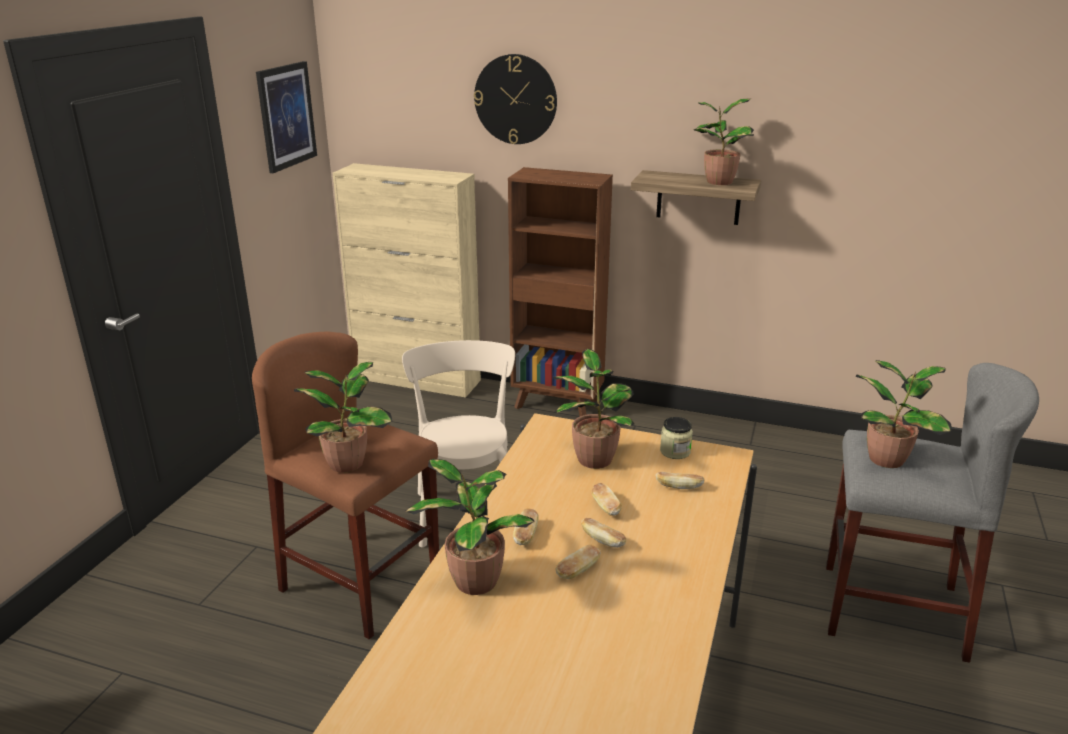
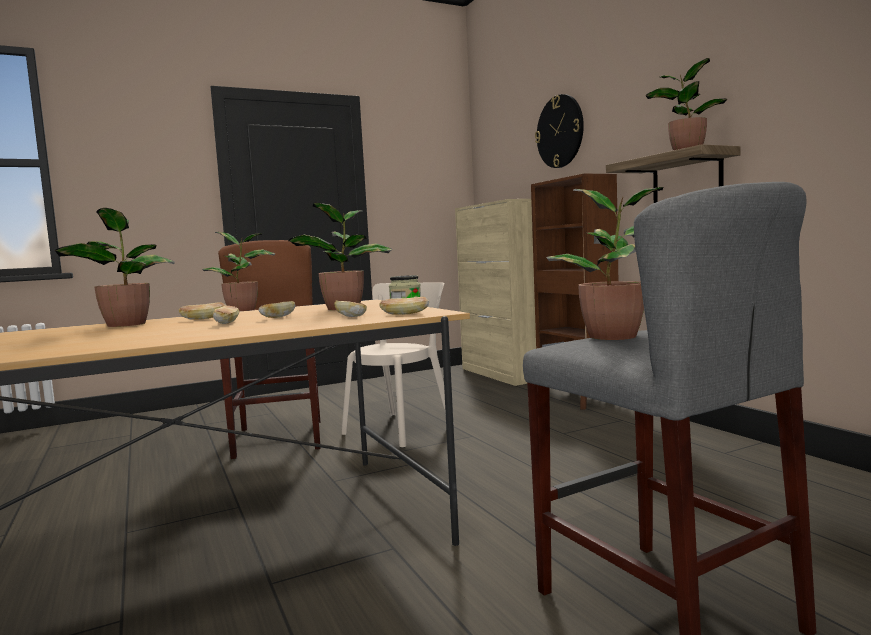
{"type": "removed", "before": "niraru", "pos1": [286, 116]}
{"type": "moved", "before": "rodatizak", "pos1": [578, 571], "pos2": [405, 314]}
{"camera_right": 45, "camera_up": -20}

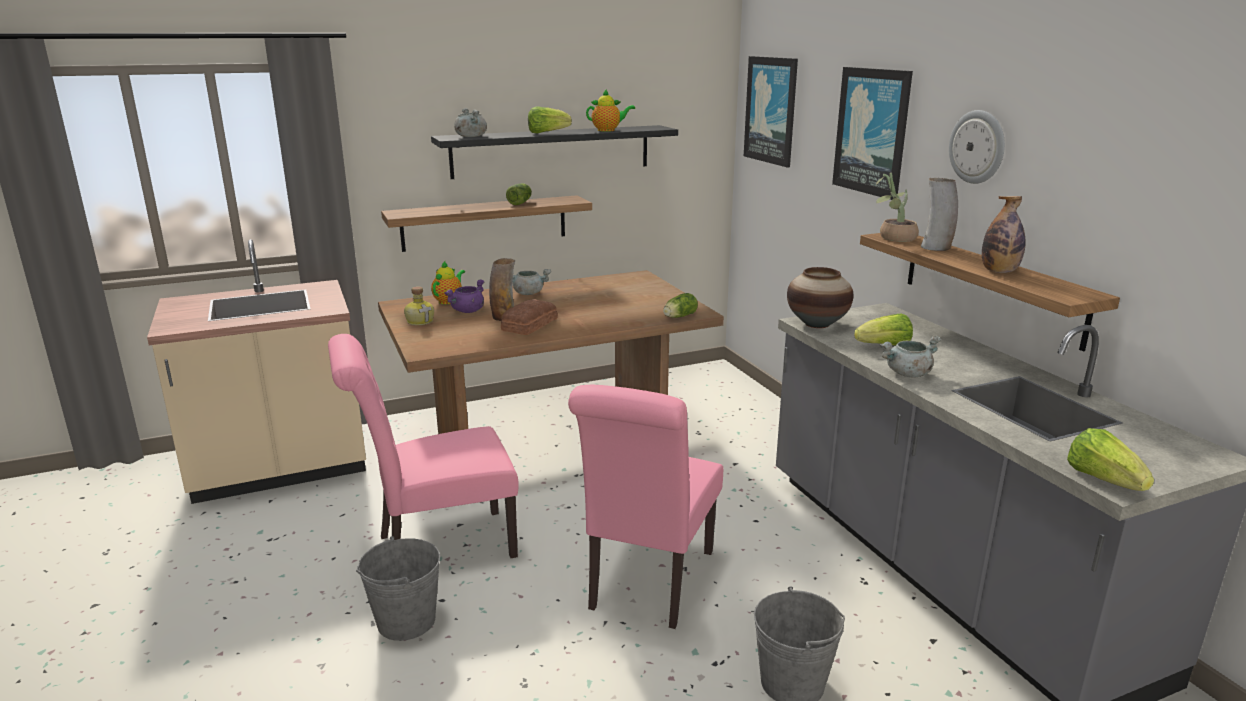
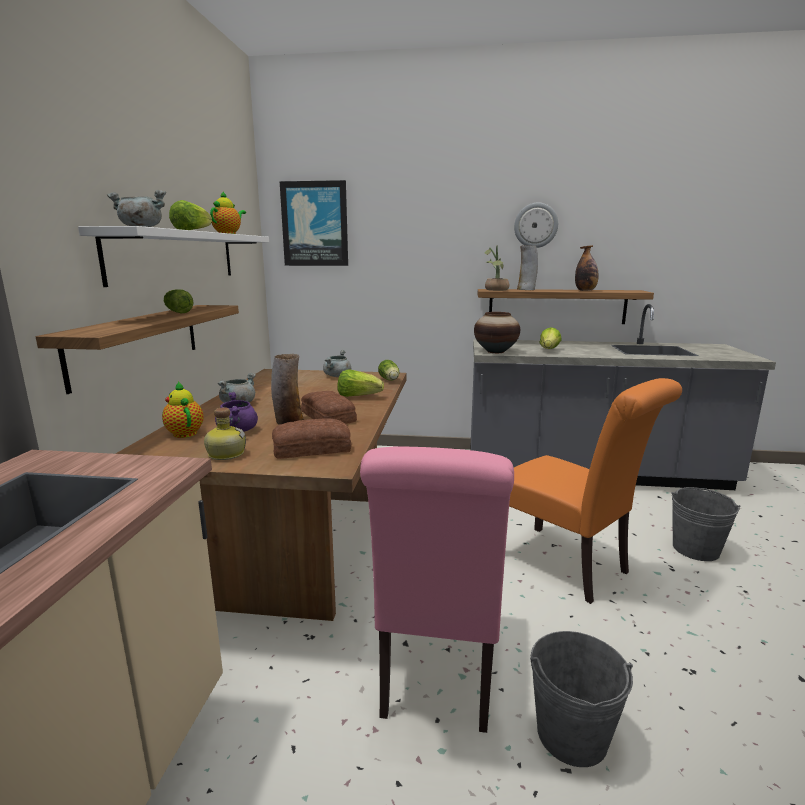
{"type": "removed", "before": "niraru", "pos1": [872, 131]}
{"type": "added", "after": "rodatizak", "pos2": [311, 448]}
{"type": "moved", "before": "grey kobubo", "pos1": [907, 374], "pos2": [337, 376]}
{"type": "moved", "before": "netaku", "pos1": [1103, 480], "pos2": [358, 396]}
{"type": "recoloured", "before": "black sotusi", "after": "white sotusi", "pos1": [552, 151], "pos2": [177, 256]}
{"type": "recoloured", "before": "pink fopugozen", "after": "orange fopugozen", "pos1": [648, 584], "pos2": [567, 566]}
{"camera_right": -60, "camera_up": -5}

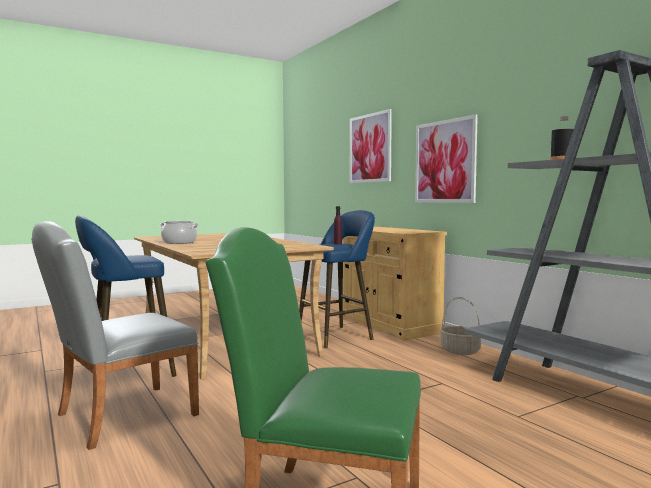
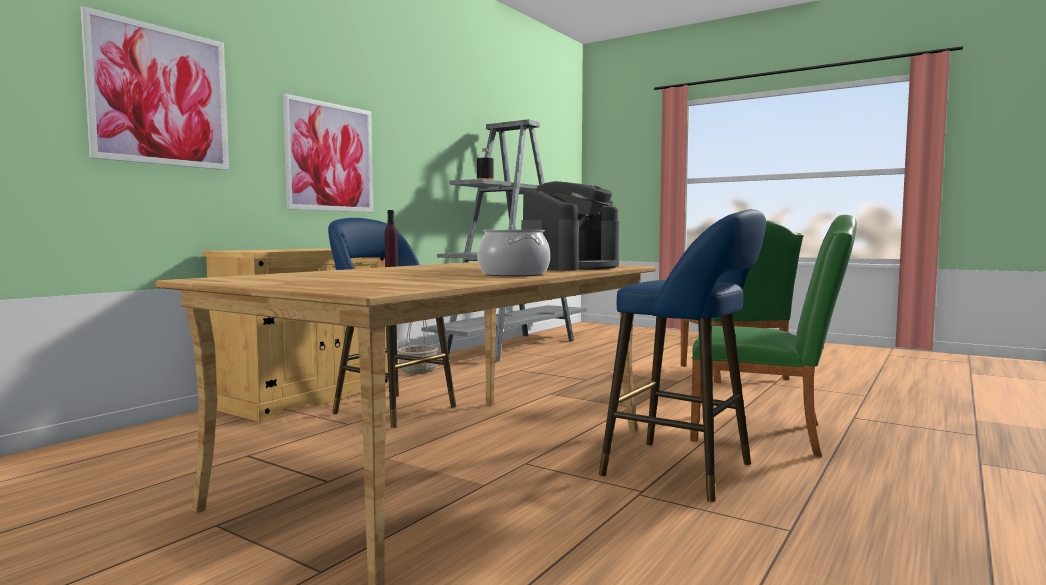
{"type": "added", "after": "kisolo", "pos2": [570, 267]}
{"type": "recoloured", "before": "grey fopugozen", "after": "green fopugozen", "pos1": [118, 417], "pos2": [768, 433]}
{"camera_right": -115, "camera_up": 0}

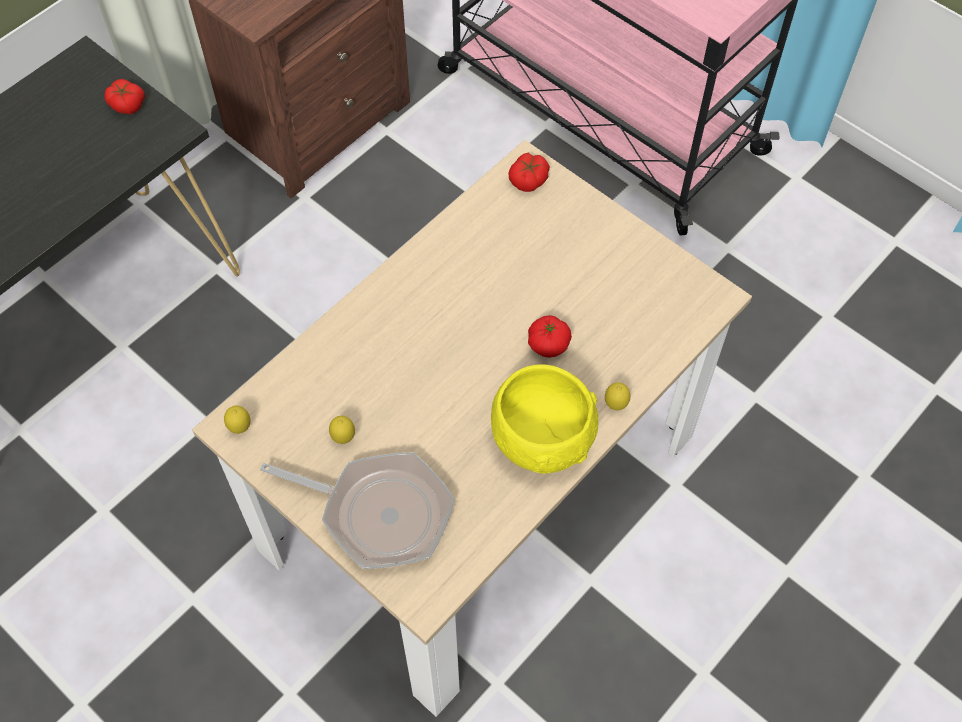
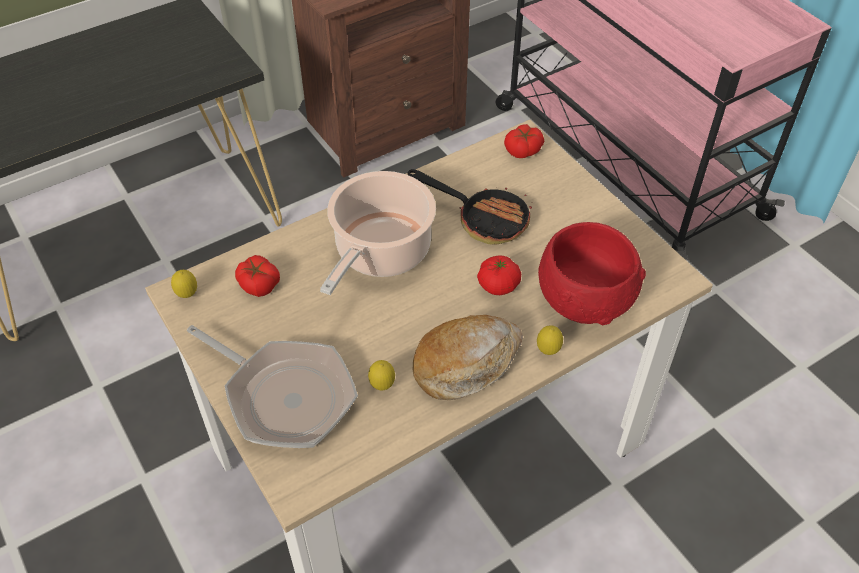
{"type": "added", "after": "kobubo", "pos2": [380, 253]}
{"type": "added", "after": "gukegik", "pos2": [483, 218]}
{"type": "added", "after": "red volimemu", "pos2": [585, 298]}
{"type": "moved", "before": "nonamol", "pos1": [127, 104], "pos2": [258, 284]}
{"type": "moved", "before": "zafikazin", "pos1": [343, 438], "pos2": [382, 386]}
{"type": "replaced", "before": "yellow volimemu", "after": "rodatizak", "pos1": [542, 436], "pos2": [466, 364]}
{"camera_right": 15, "camera_up": -10}

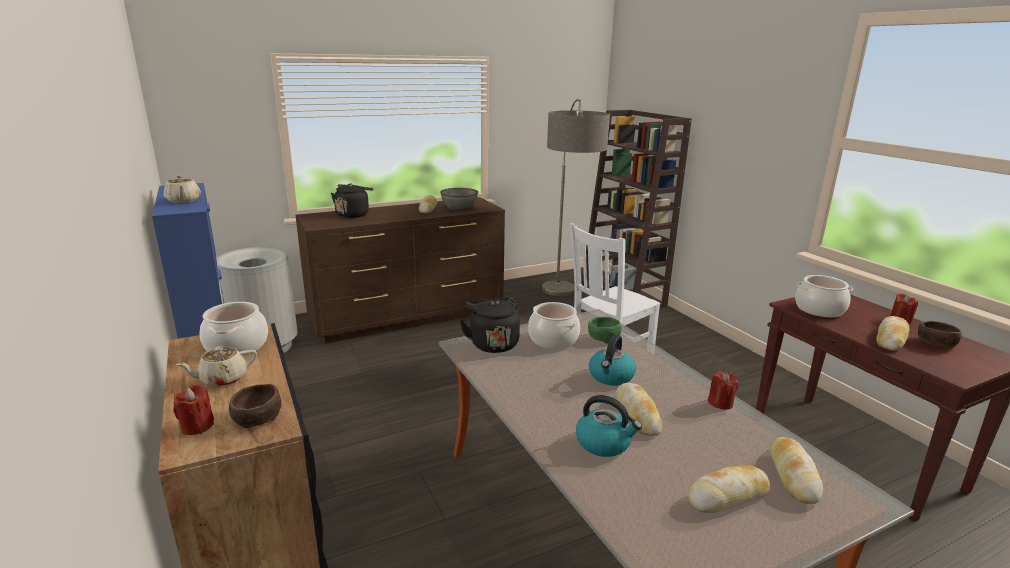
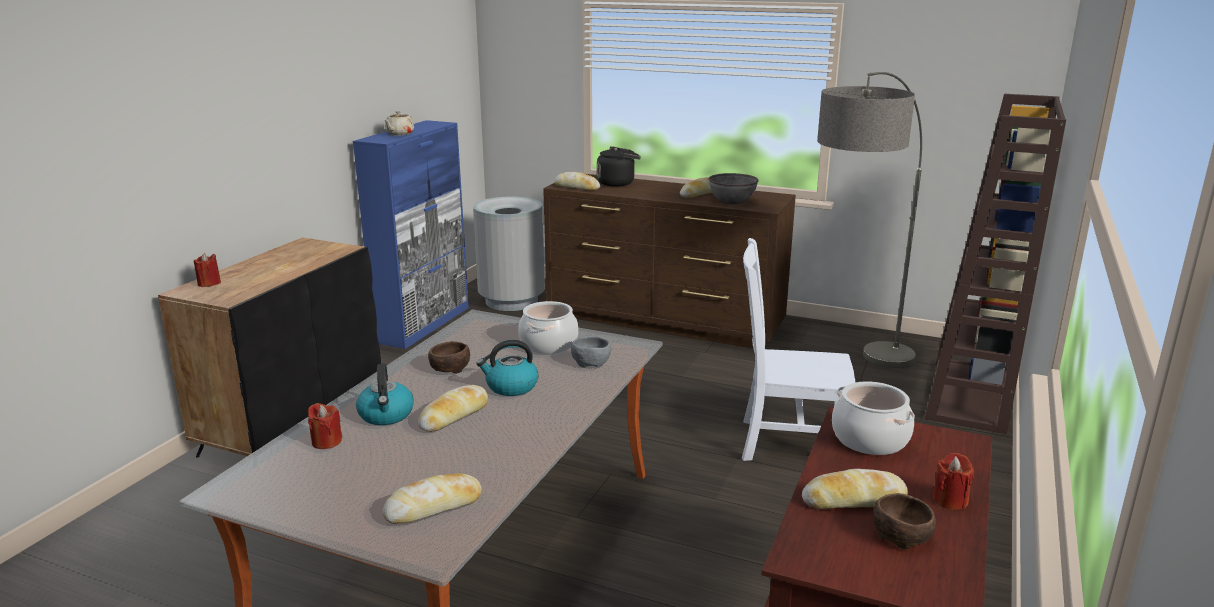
{"type": "removed", "before": "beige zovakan", "pos1": [222, 379]}
{"type": "removed", "before": "kobubo", "pos1": [237, 346]}
{"type": "removed", "before": "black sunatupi", "pos1": [492, 343]}
{"type": "moved", "before": "brown volimemu", "pos1": [256, 419], "pos2": [449, 368]}
{"type": "moved", "before": "rodatizak", "pos1": [728, 496], "pos2": [577, 187]}
{"type": "moved", "before": "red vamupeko", "pos1": [720, 403], "pos2": [326, 442]}
{"type": "recoloured", "before": "green volimemu", "after": "grey volimemu", "pos1": [603, 338], "pos2": [590, 361]}
{"camera_right": 50, "camera_up": 0}

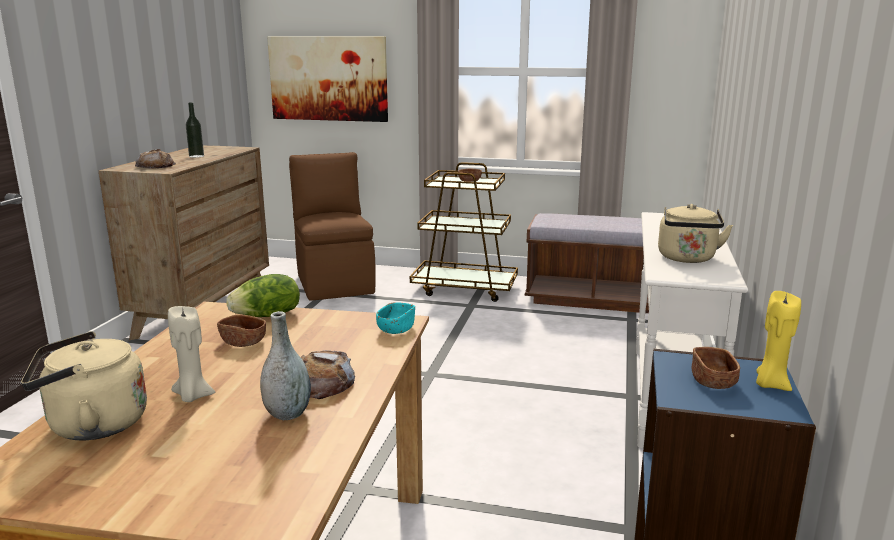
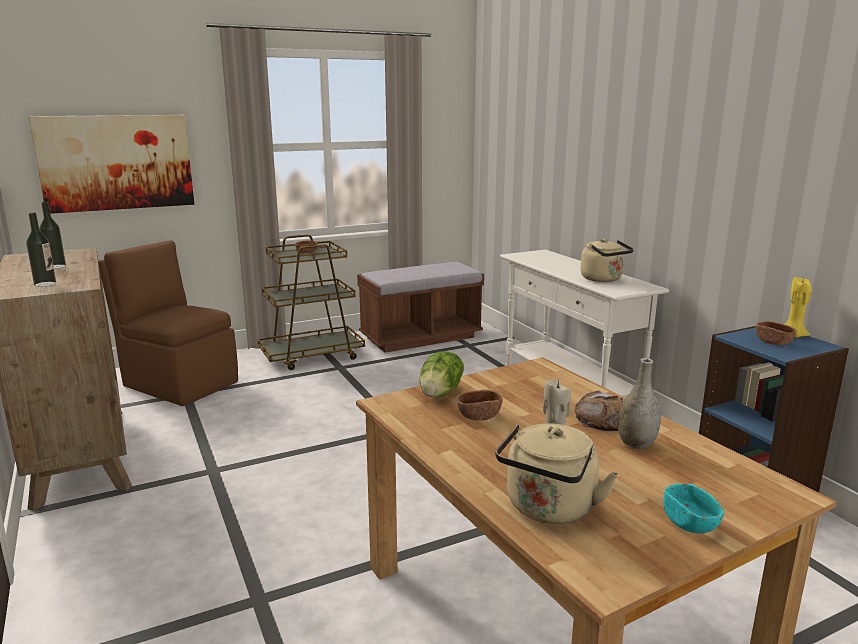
{"type": "moved", "before": "turquoise volimemu", "pos1": [396, 329], "pos2": [690, 523]}
{"type": "replaced", "before": "rodatizak", "after": "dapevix", "pos1": [155, 166], "pos2": [45, 284]}
{"camera_right": -40, "camera_up": 0}

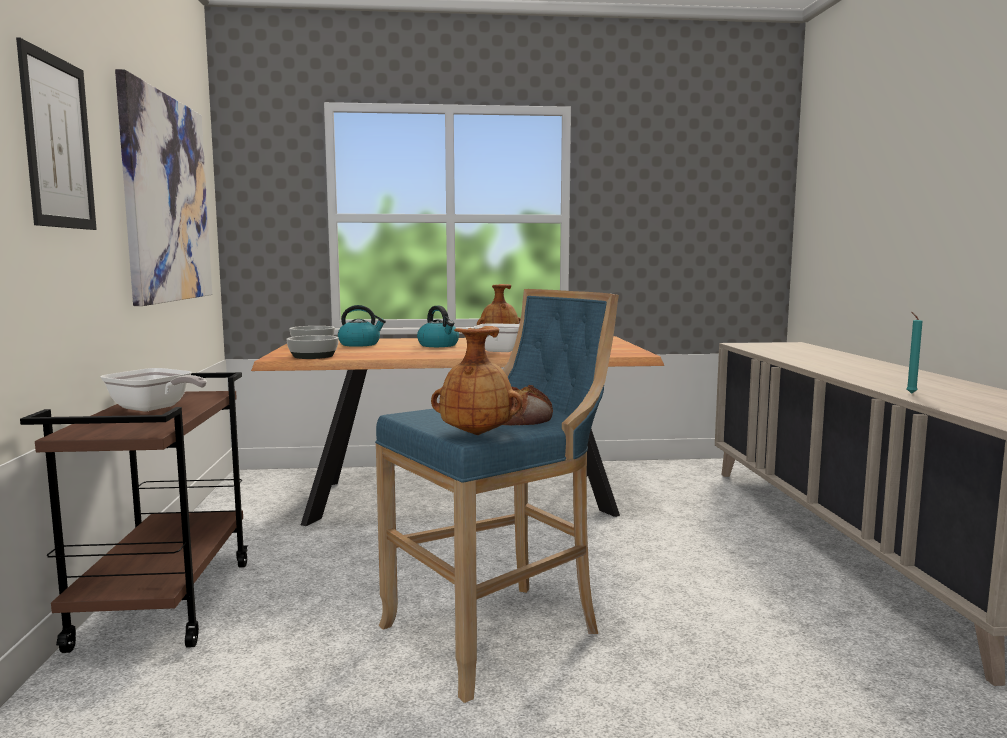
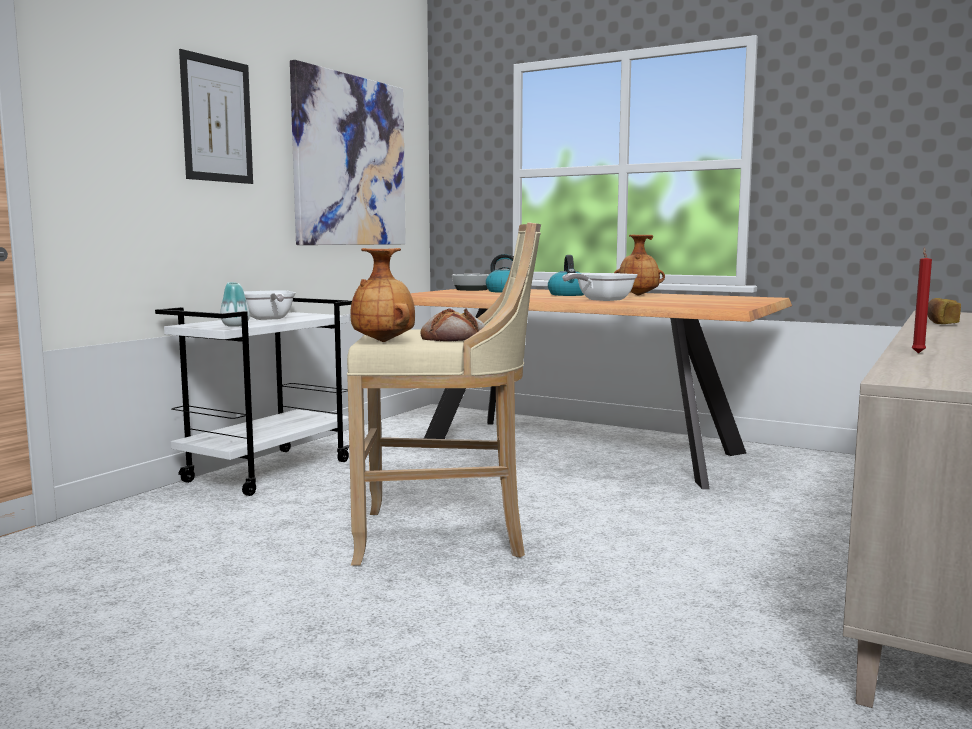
{"type": "removed", "before": "volimemu", "pos1": [313, 356]}
{"type": "added", "after": "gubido", "pos2": [235, 325]}
{"type": "added", "after": "rodatizak", "pos2": [941, 323]}
{"type": "recoloured", "before": "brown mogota", "after": "white mogota", "pos1": [164, 603], "pos2": [269, 471]}
{"type": "recoloured", "before": "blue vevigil", "after": "beige vevigil", "pos1": [499, 631], "pos2": [447, 537]}
{"type": "recoloured", "before": "turquoise vamupeko", "after": "red vamupeko", "pos1": [910, 393], "pos2": [918, 353]}
{"camera_right": 35, "camera_up": 0}

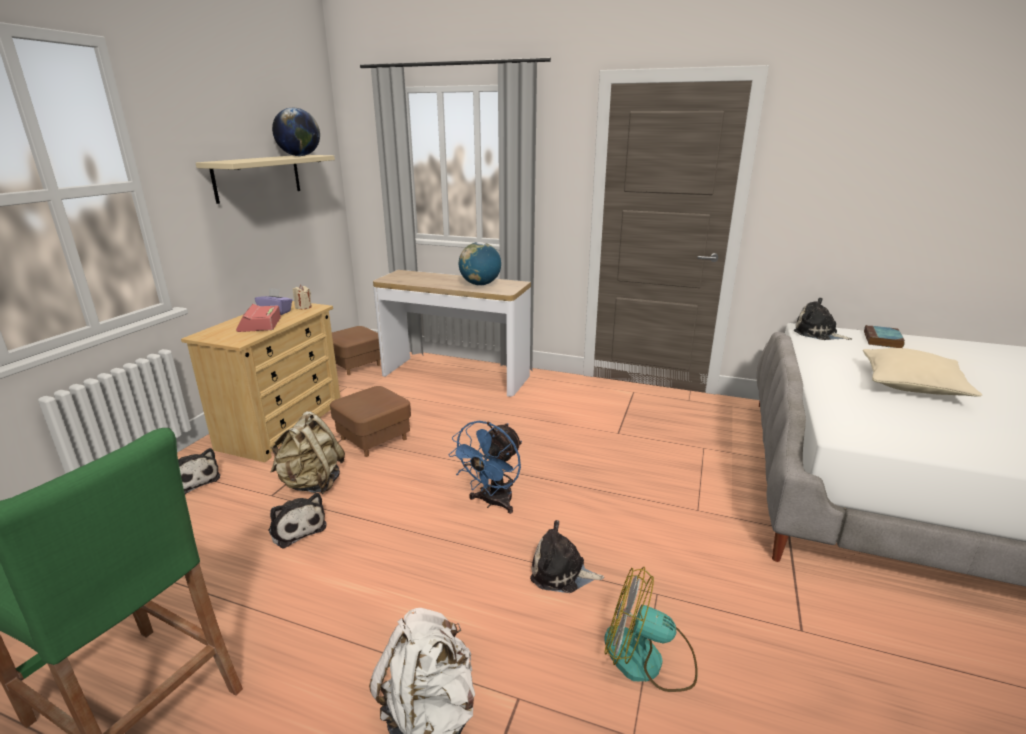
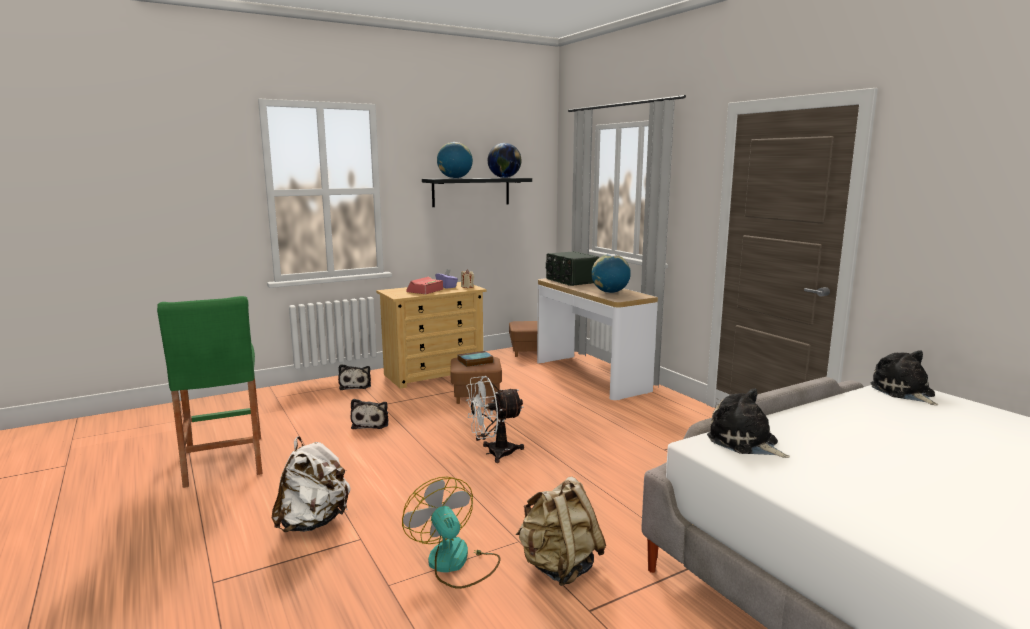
{"type": "removed", "before": "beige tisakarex", "pos1": [912, 385]}
{"type": "added", "after": "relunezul", "pos2": [455, 178]}
{"type": "added", "after": "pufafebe", "pos2": [571, 281]}
{"type": "moved", "before": "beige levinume", "pos1": [312, 484], "pos2": [559, 567]}
{"type": "moved", "before": "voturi", "pos1": [561, 573], "pos2": [745, 442]}
{"type": "moved", "before": "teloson", "pos1": [883, 340], "pos2": [475, 362]}
{"type": "recoloured", "before": "beige sotusi", "after": "black sotusi", "pos1": [258, 177], "pos2": [471, 192]}
{"type": "recoloured", "before": "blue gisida", "after": "white gisida", "pos1": [492, 503], "pos2": [493, 453]}
{"camera_right": 40, "camera_up": -10}

